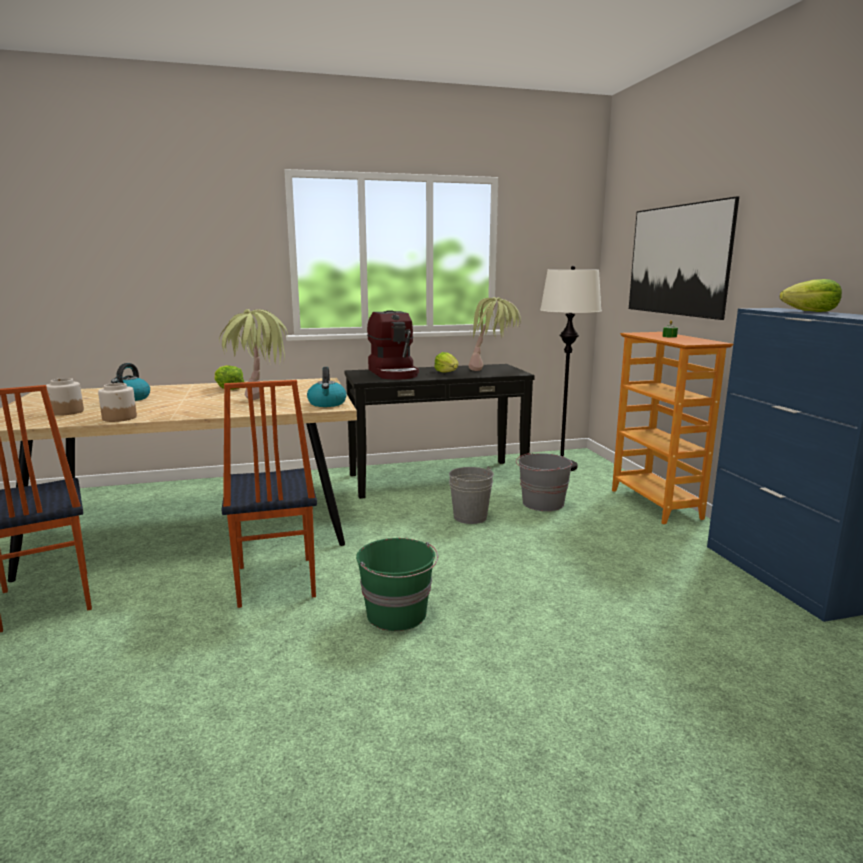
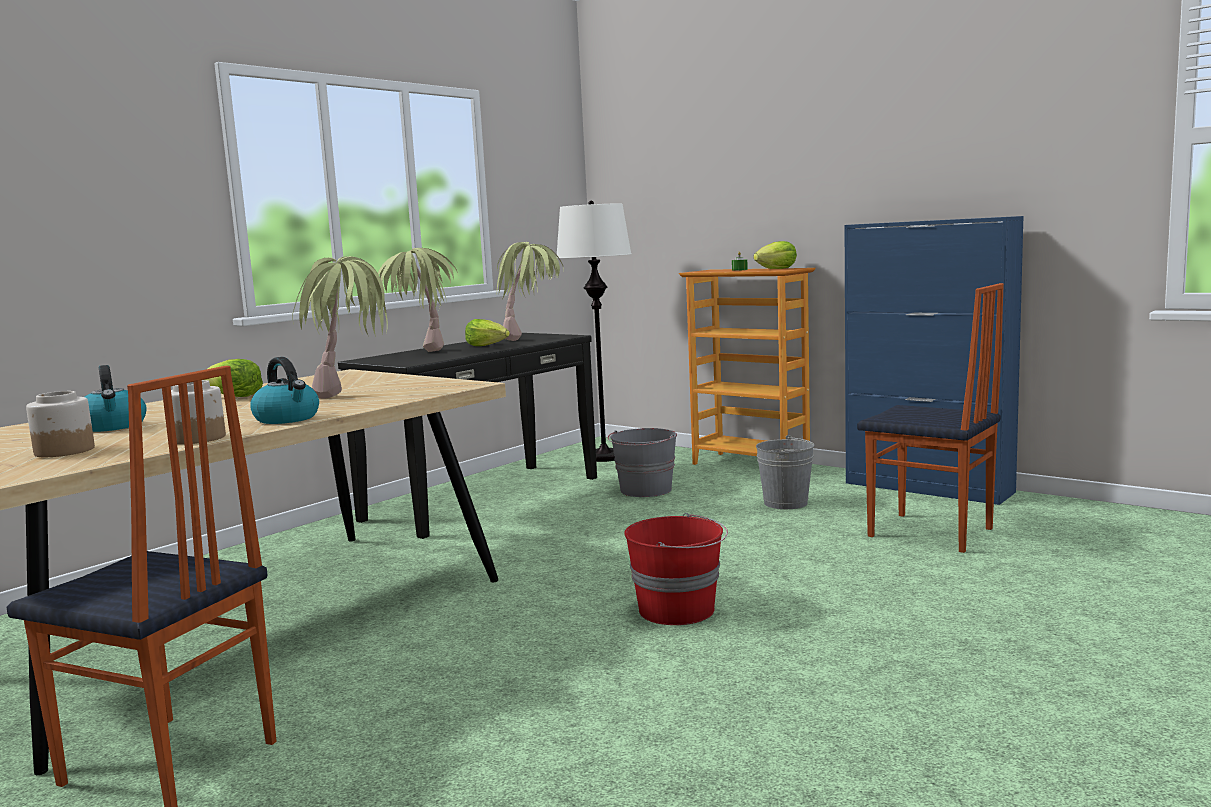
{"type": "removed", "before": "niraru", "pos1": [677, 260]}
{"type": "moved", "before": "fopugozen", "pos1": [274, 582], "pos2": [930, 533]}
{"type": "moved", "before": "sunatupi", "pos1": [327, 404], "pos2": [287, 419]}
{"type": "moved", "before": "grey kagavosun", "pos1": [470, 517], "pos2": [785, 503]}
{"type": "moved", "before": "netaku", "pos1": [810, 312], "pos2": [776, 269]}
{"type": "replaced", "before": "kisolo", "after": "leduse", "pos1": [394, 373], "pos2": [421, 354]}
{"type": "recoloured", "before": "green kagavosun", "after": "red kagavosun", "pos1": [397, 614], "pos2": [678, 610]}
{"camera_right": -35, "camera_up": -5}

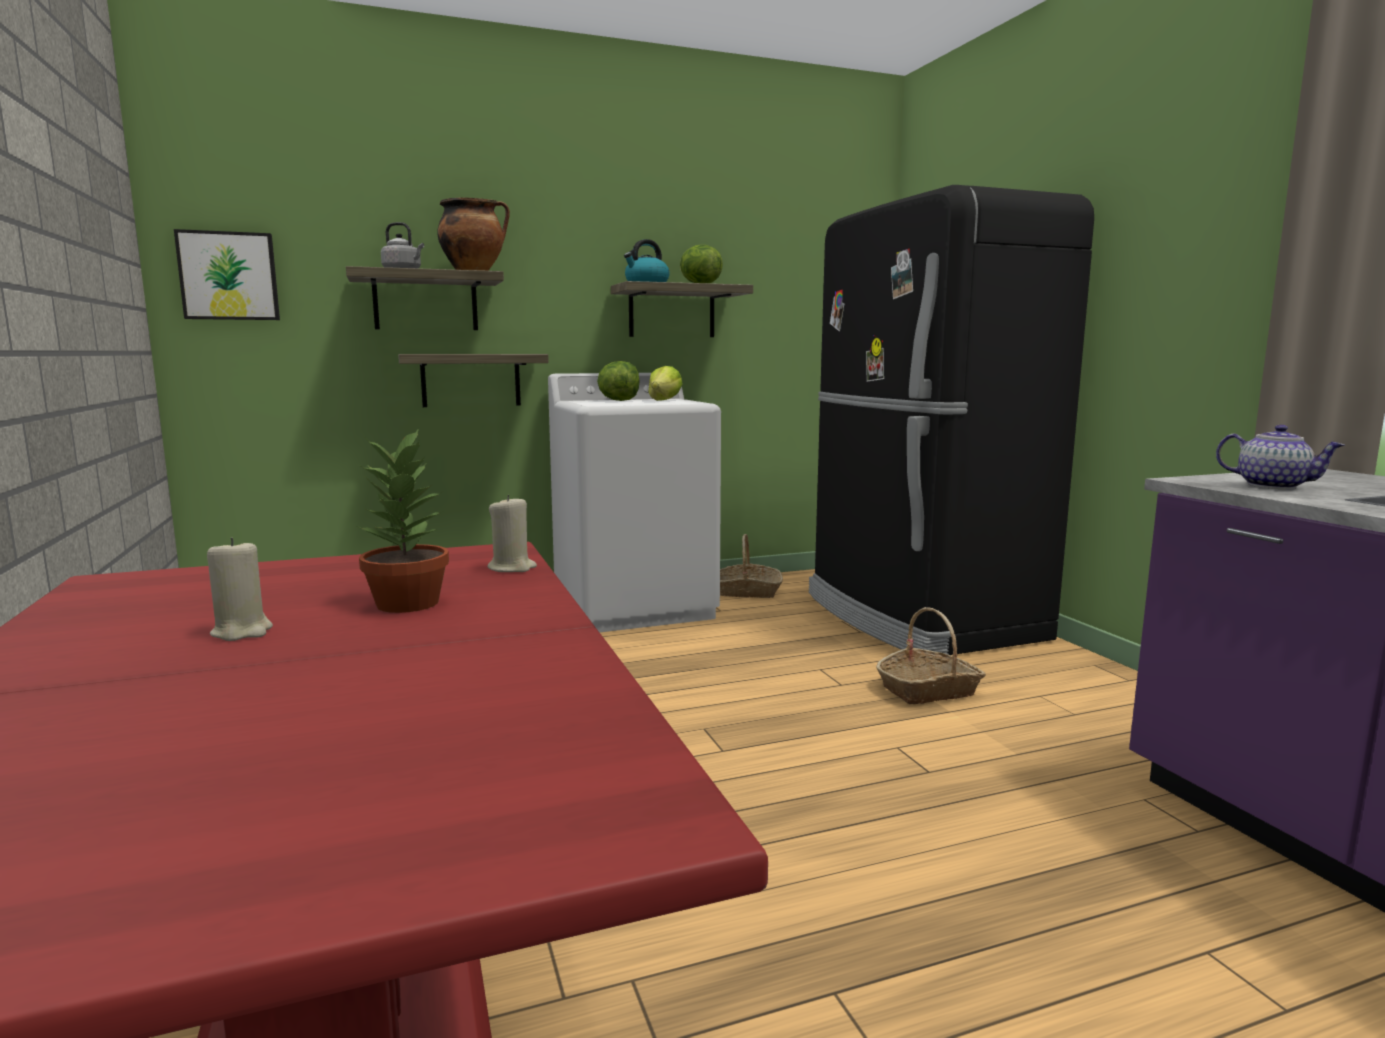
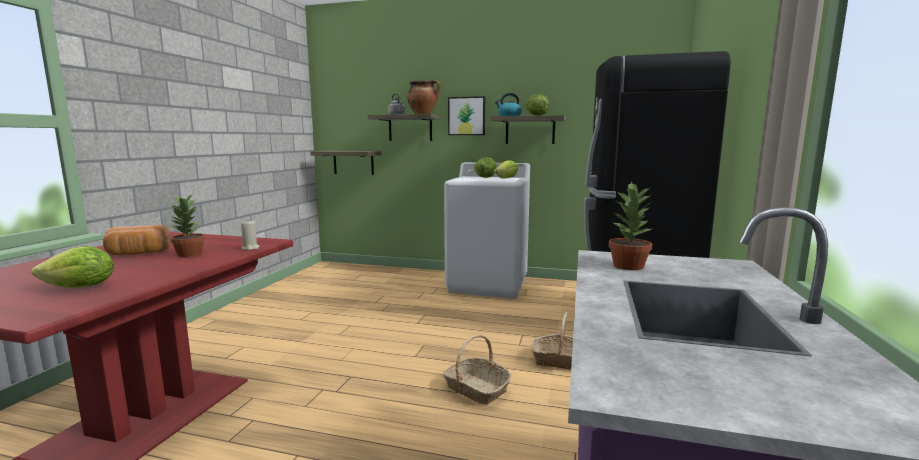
{"type": "added", "after": "netaku", "pos2": [81, 287]}
{"type": "moved", "before": "niraru", "pos1": [229, 276], "pos2": [467, 116]}
{"type": "moved", "before": "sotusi", "pos1": [471, 380], "pos2": [353, 162]}
{"type": "moved", "before": "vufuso", "pos1": [746, 592], "pos2": [476, 389]}
{"type": "replaced", "before": "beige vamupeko", "after": "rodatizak", "pos1": [242, 632], "pos2": [137, 254]}
{"type": "replaced", "before": "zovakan", "after": "leduse", "pos1": [1273, 486], "pos2": [629, 266]}
{"camera_right": 35, "camera_up": 0}

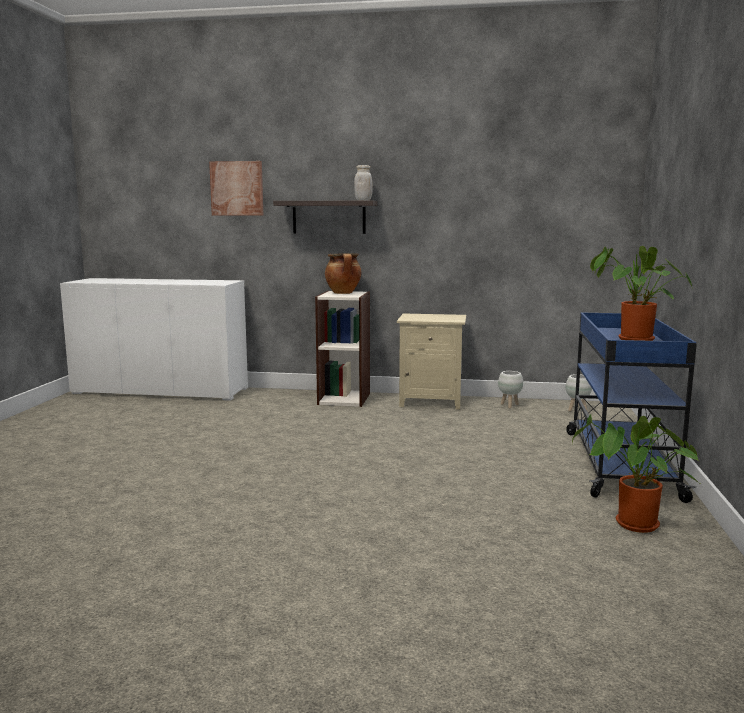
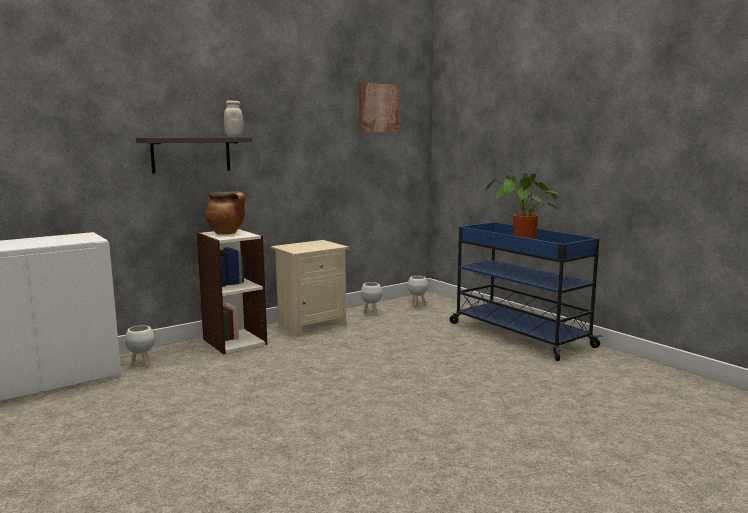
{"type": "removed", "before": "leduse", "pos1": [633, 526]}
{"type": "added", "after": "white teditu", "pos2": [141, 364]}
{"type": "moved", "before": "niraru", "pos1": [237, 188], "pos2": [378, 108]}
{"camera_right": -45, "camera_up": 0}

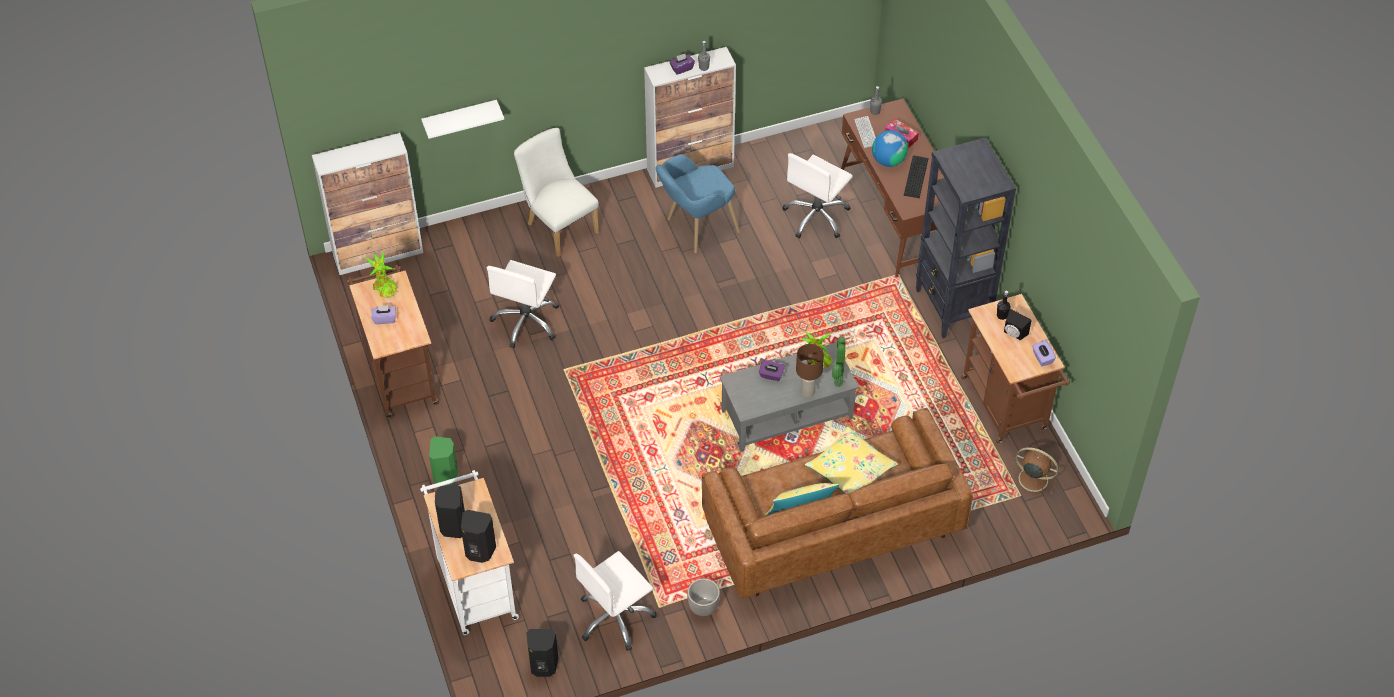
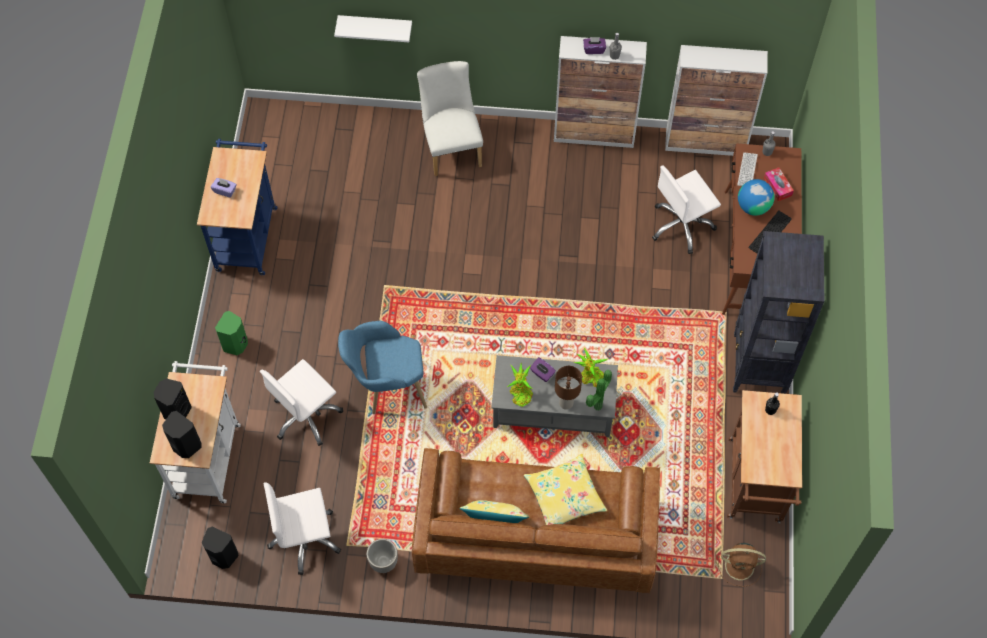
{"type": "removed", "before": "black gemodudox", "pos1": [1014, 334]}
{"type": "removed", "before": "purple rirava", "pos1": [1042, 358]}
{"type": "moved", "before": "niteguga", "pos1": [378, 254], "pos2": [706, 143]}
{"type": "moved", "before": "leduse", "pos1": [384, 287], "pos2": [520, 393]}
{"type": "moved", "before": "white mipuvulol", "pos1": [526, 322], "pos2": [306, 416]}
{"type": "moved", "before": "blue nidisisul", "pos1": [695, 229], "pos2": [387, 387]}
{"type": "recoloured", "before": "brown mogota", "after": "blue mogota", "pos1": [399, 374], "pos2": [247, 234]}
{"type": "turned", "before": "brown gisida", "pos1": [1031, 479], "pos2": [741, 566], "turn": 135}
{"camera_right": 25, "camera_up": 10}

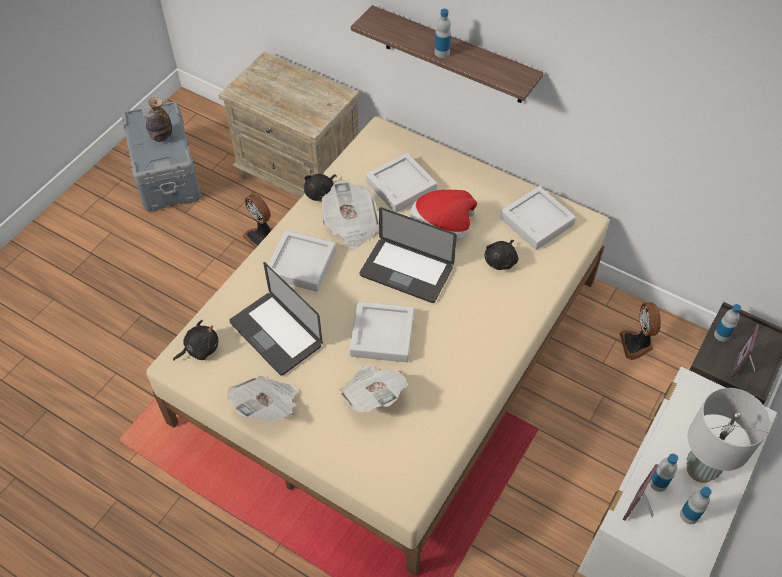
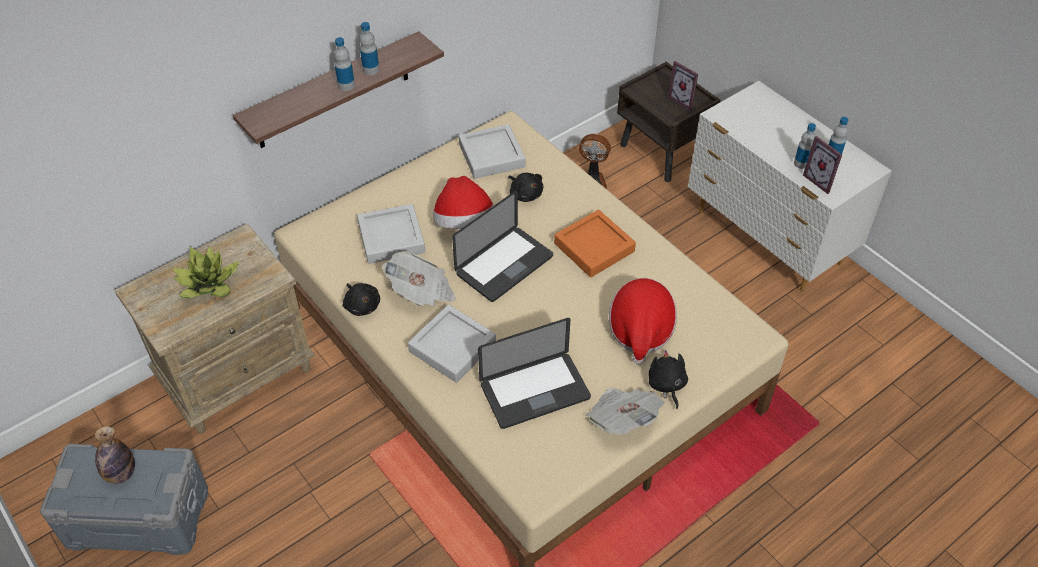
{"type": "removed", "before": "gisida", "pos1": [261, 237]}
{"type": "removed", "before": "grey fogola", "pos1": [382, 335]}
{"type": "removed", "before": "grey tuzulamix", "pos1": [701, 469]}
{"type": "added", "after": "leduse", "pos2": [209, 284]}
{"type": "added", "after": "orange fogola", "pos2": [594, 247]}
{"type": "moved", "before": "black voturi", "pos1": [200, 349], "pos2": [666, 385]}
{"type": "moved", "before": "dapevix", "pos1": [721, 335], "pos2": [371, 70]}
{"type": "replaced", "before": "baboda", "after": "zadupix", "pos1": [373, 395], "pos2": [640, 331]}
{"camera_right": -70, "camera_up": -5}

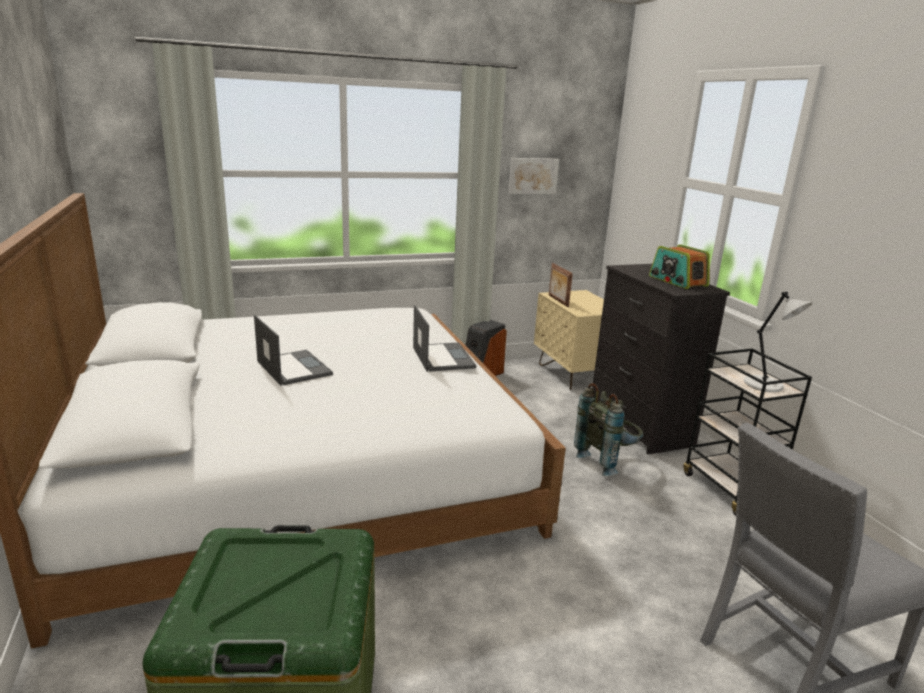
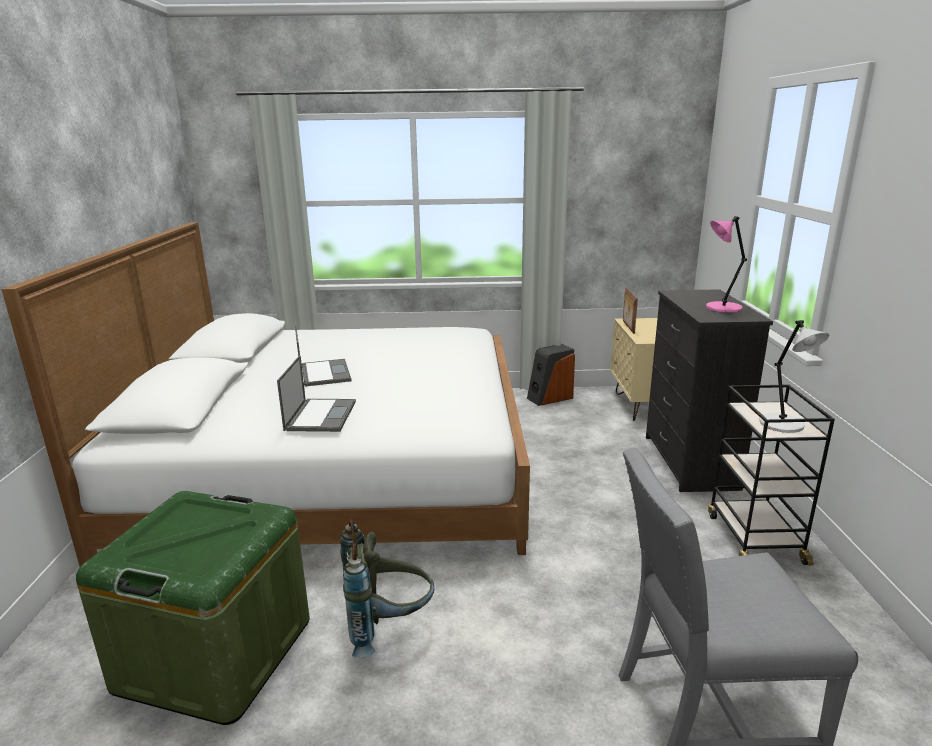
{"type": "removed", "before": "niraru", "pos1": [532, 175]}
{"type": "moved", "before": "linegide", "pos1": [442, 357], "pos2": [321, 415]}
{"type": "moved", "before": "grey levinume", "pos1": [607, 460], "pos2": [388, 627]}
{"type": "replaced", "before": "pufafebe", "after": "pink tuzulamix", "pos1": [677, 281], "pos2": [721, 308]}
{"camera_right": 20, "camera_up": 0}

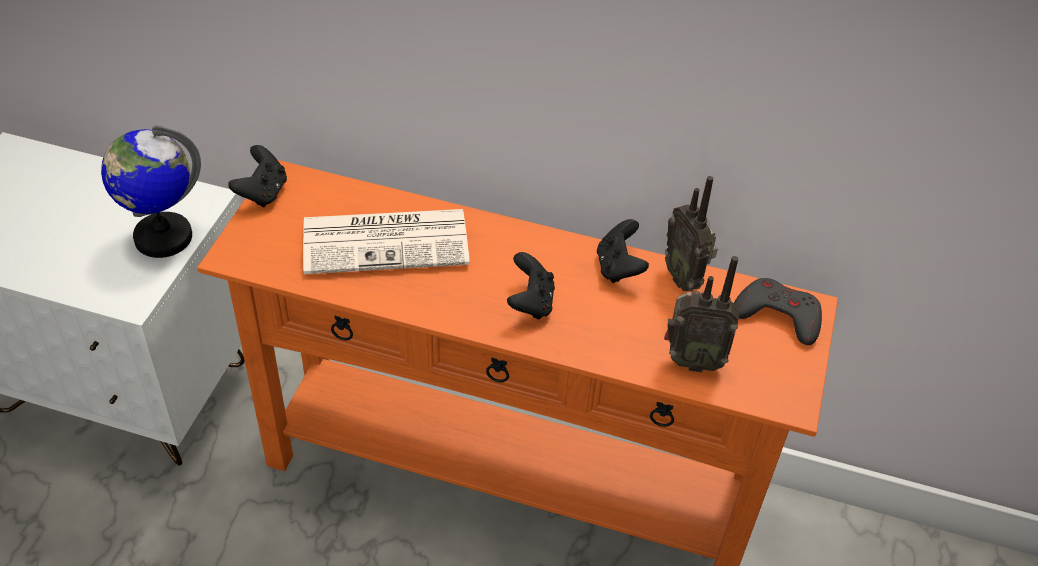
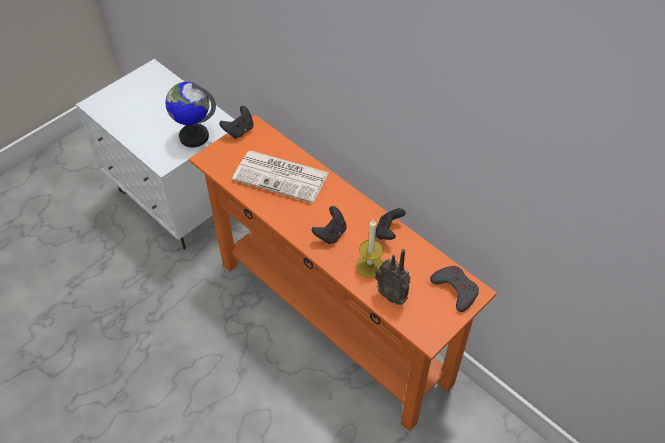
{"type": "removed", "before": "pufafebe", "pos1": [684, 278]}
{"type": "added", "after": "vamupeko", "pos2": [370, 265]}
{"camera_right": 30, "camera_up": 5}

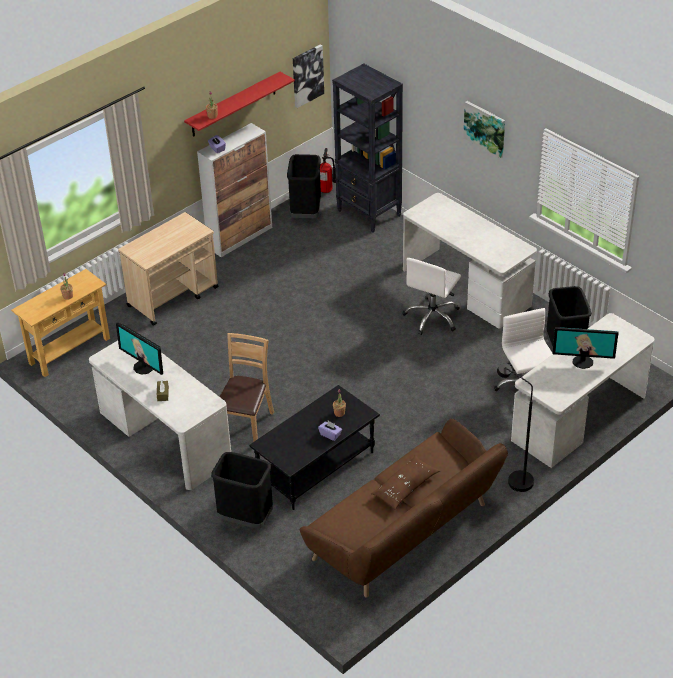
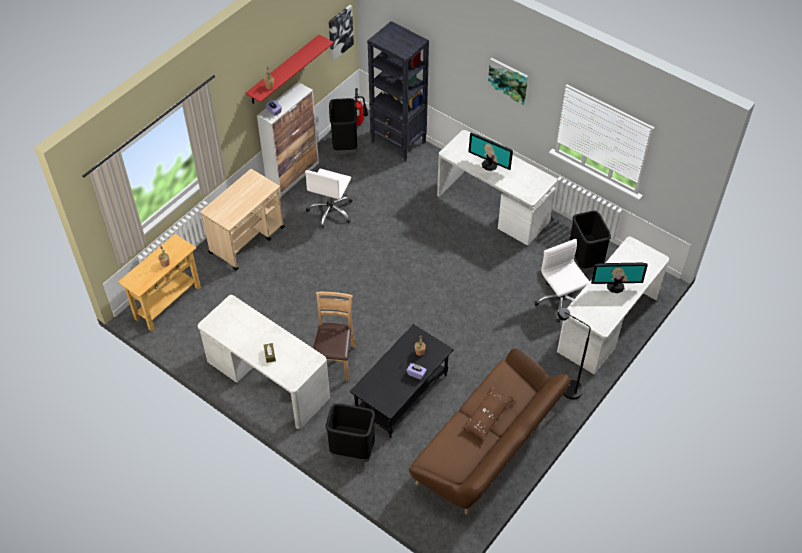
{"type": "moved", "before": "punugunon", "pos1": [143, 367], "pos2": [489, 165]}
{"type": "moved", "before": "white mipuvulol", "pos1": [432, 317], "pos2": [331, 211]}
{"camera_right": -10, "camera_up": 10}

